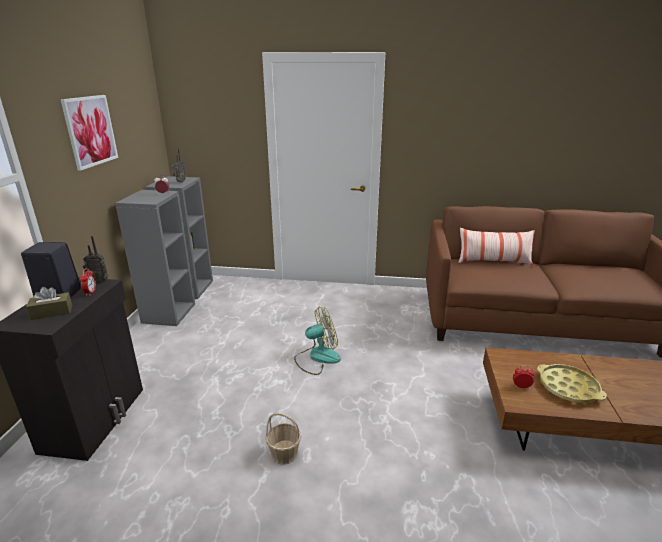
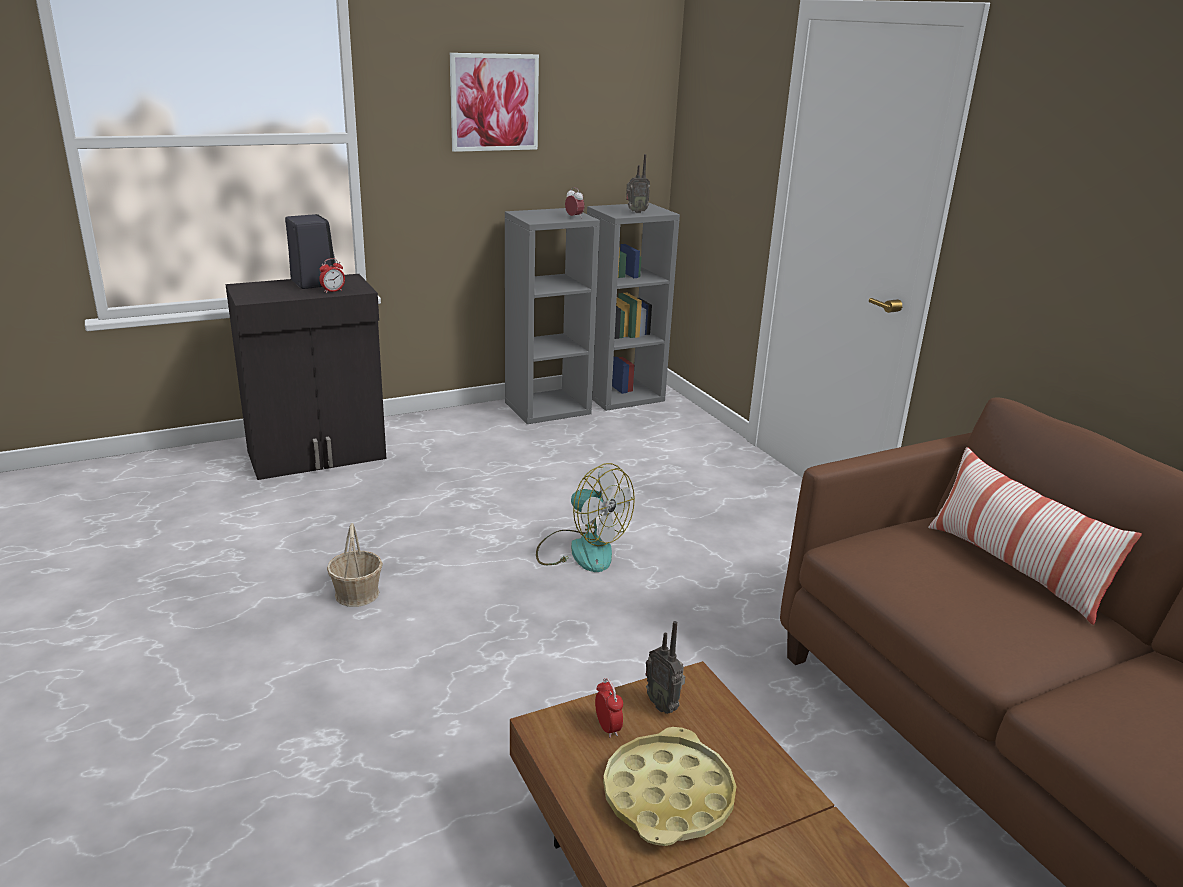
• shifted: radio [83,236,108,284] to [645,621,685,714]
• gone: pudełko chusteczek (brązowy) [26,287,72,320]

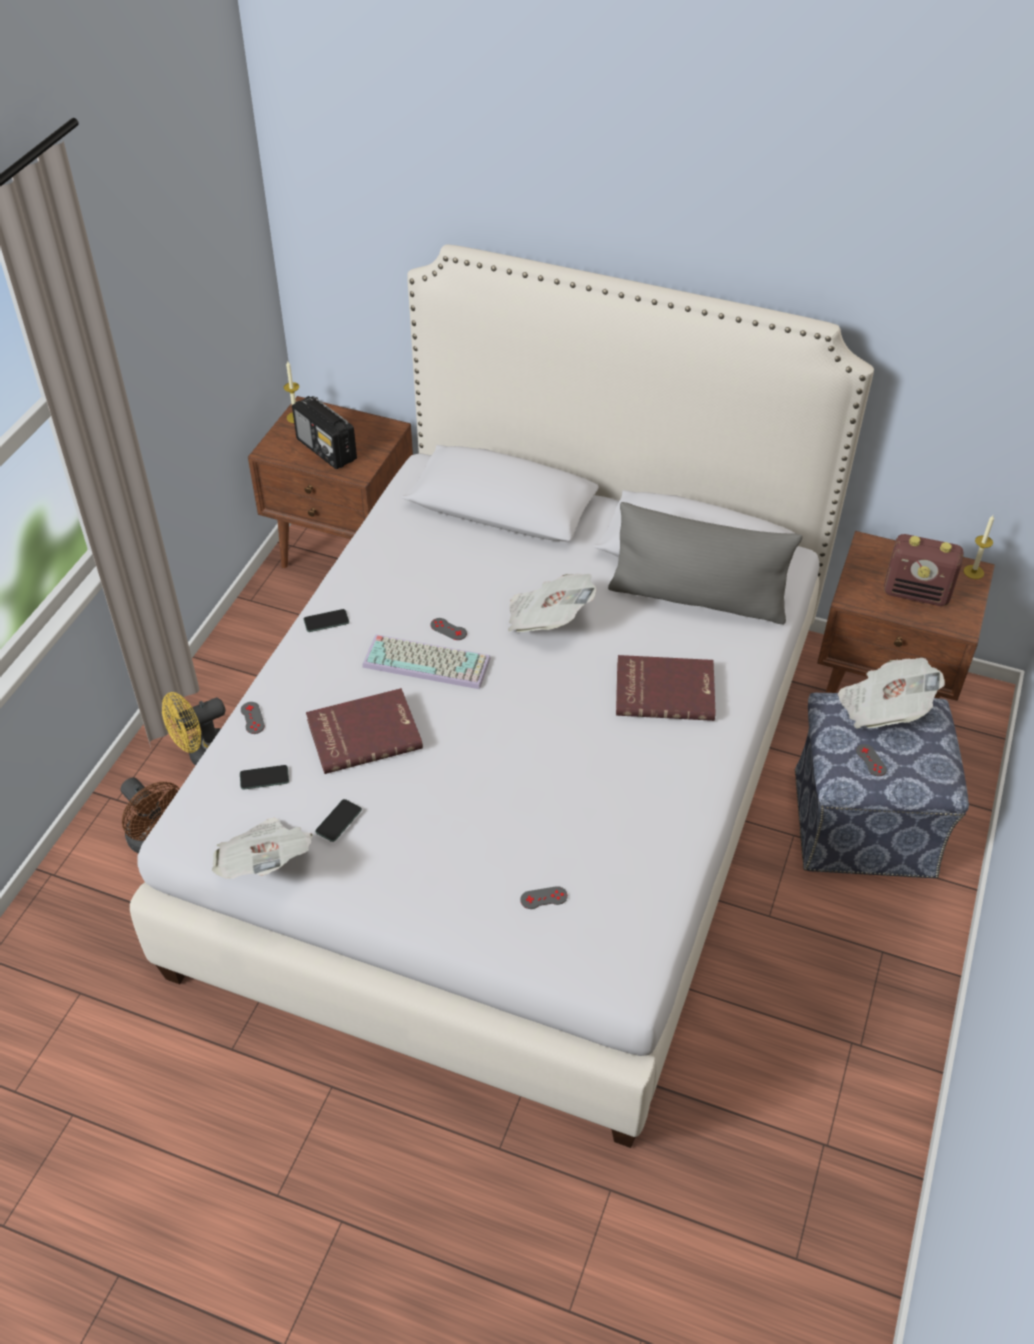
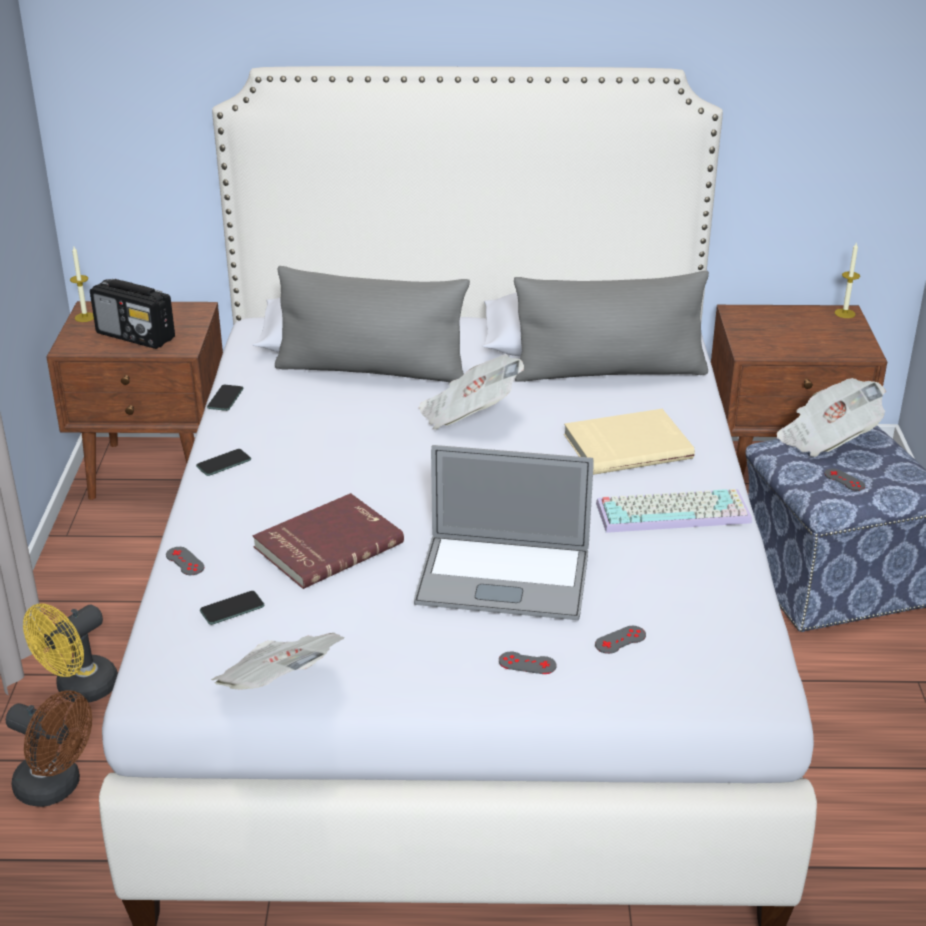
• shifted: telefon [315,799,362,842] to [207,385,243,411]
• new: poduszka (szary) [275,266,470,382]
• new: laptop [414,445,594,620]
• shifted: pad do gier (szary) [430,618,467,640] to [499,652,557,674]
• repainted: książka (czerwony) [616,655,716,721] to książka (beżowy) [564,409,695,475]
• shifted: klawiatura [362,634,491,689] to [596,489,752,533]
• gone: radio [884,534,963,606]

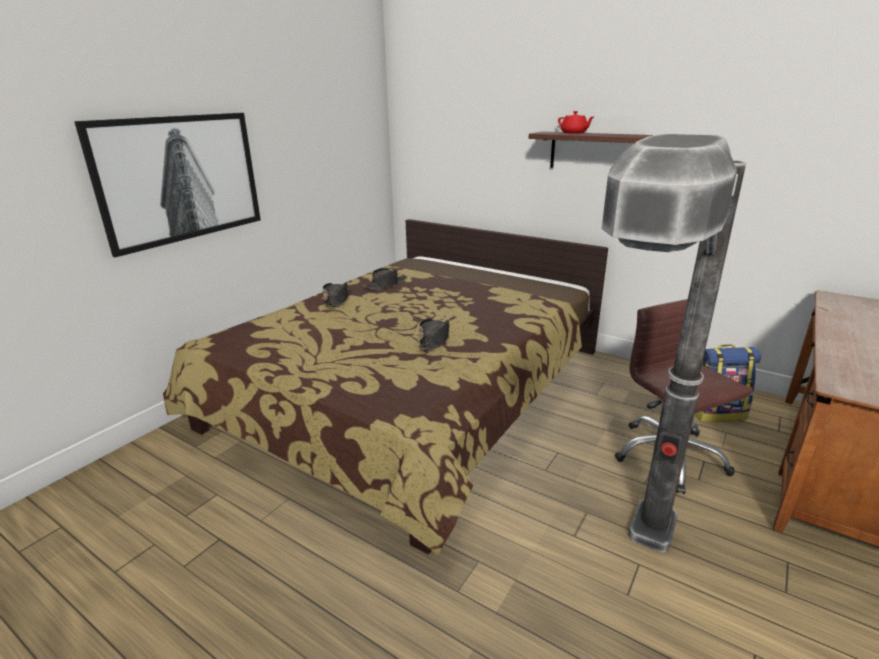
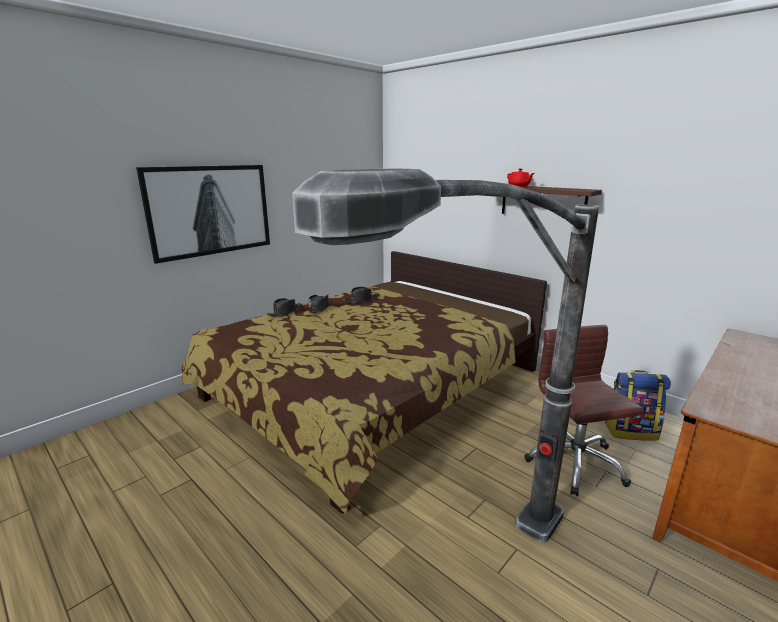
• shifted: kapelusz (czarny) [418,318,450,350] to [266,298,302,317]

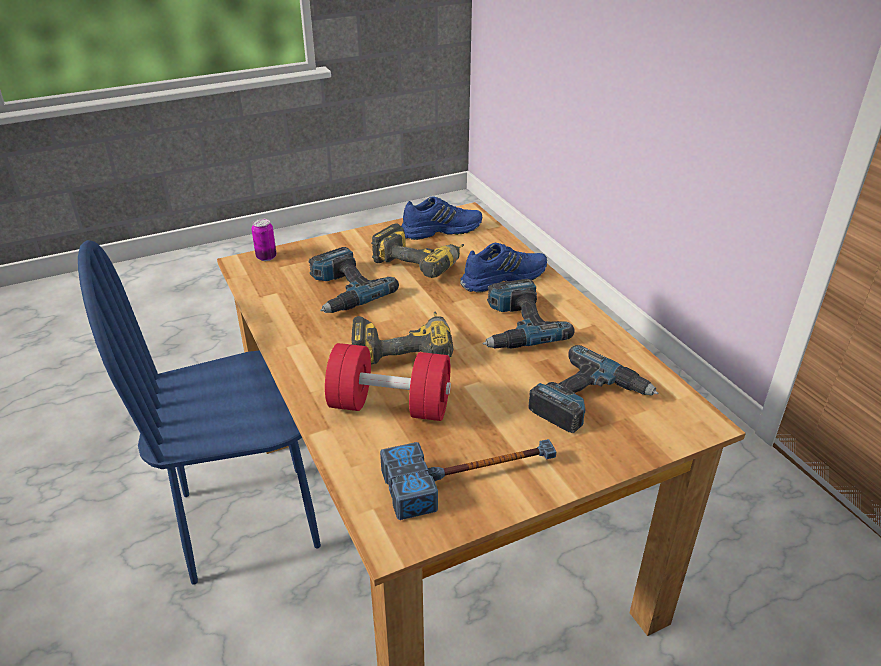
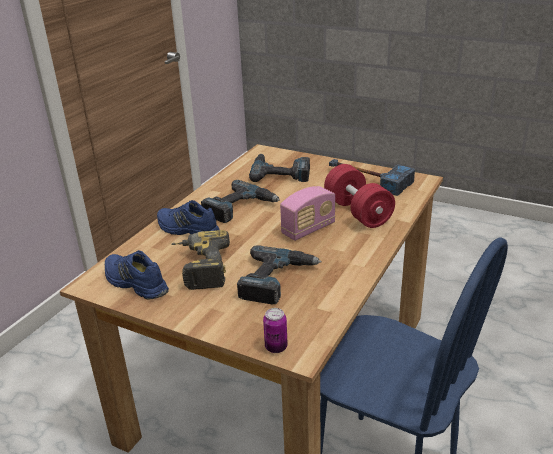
• swapped: wiertarka [351,311,453,365] to radio [280,186,336,241]

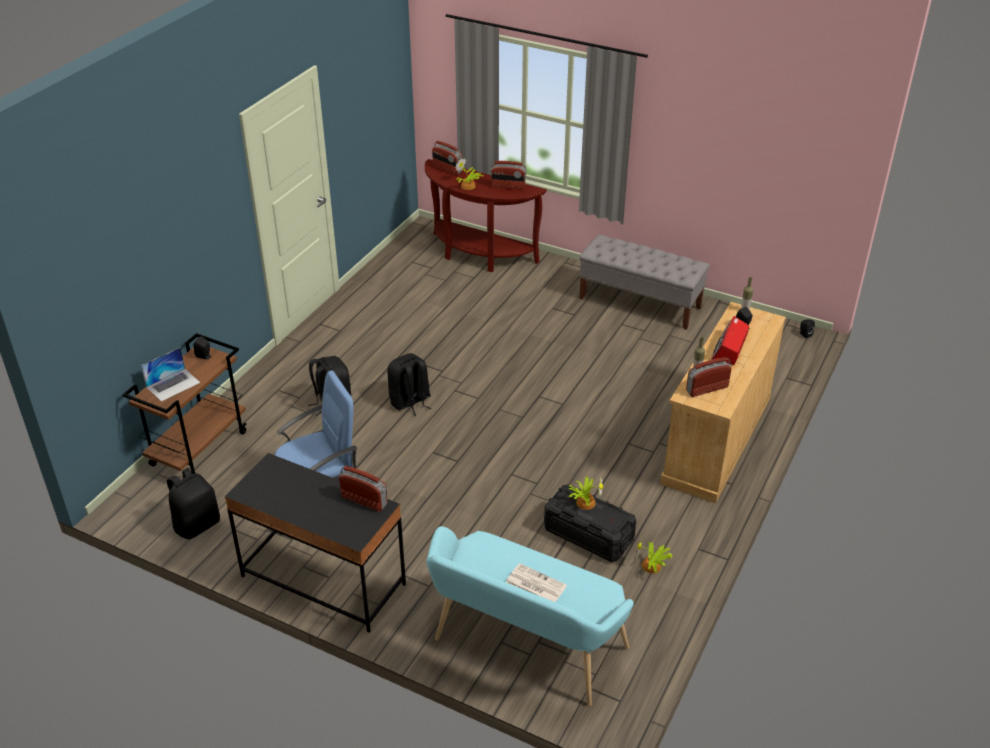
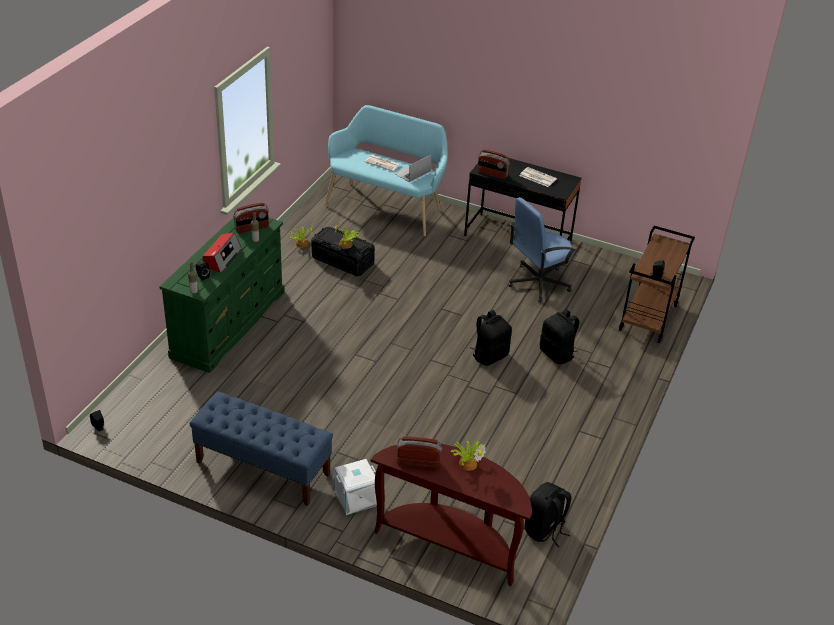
• repainted: komoda (beżowy) [660,302,786,503] to komoda (zielony) [159,218,285,373]
• repainted: ławka (szary) [579,234,709,330] to ławka (niebieski) [189,391,333,506]
• new: pojemnik do przechowywania (biały) [334,459,377,515]
• shifted: laptop [141,347,200,402] to [394,154,432,182]
• new: gazeta [519,167,557,187]
• shifted: plecak (czarny) [167,468,220,539] to [525,482,571,547]
• gone: radio [432,141,463,175]

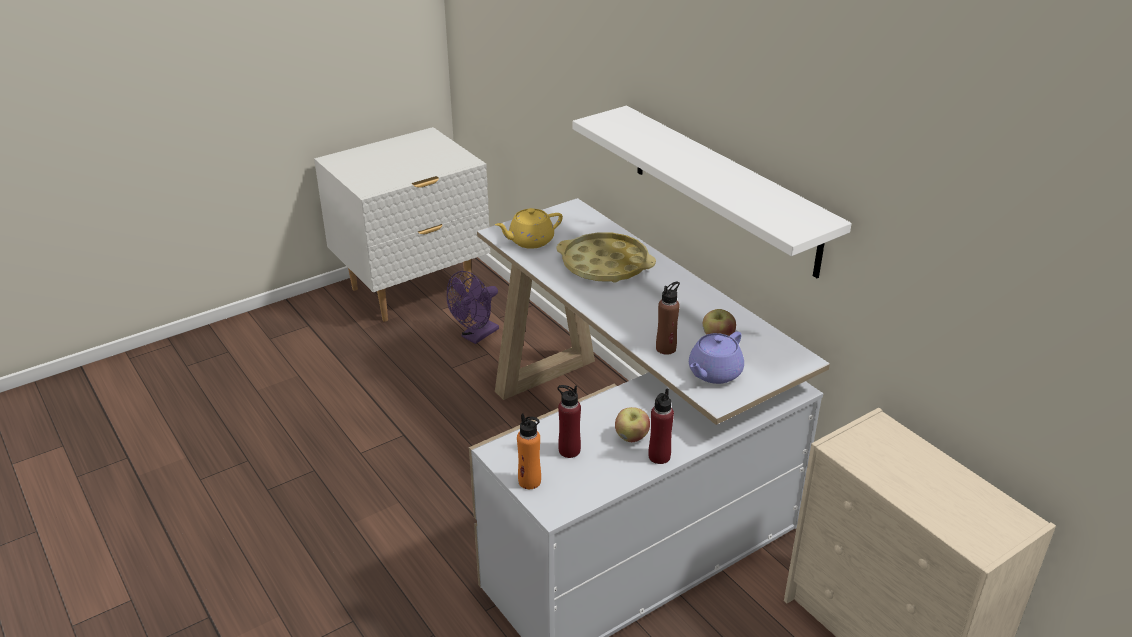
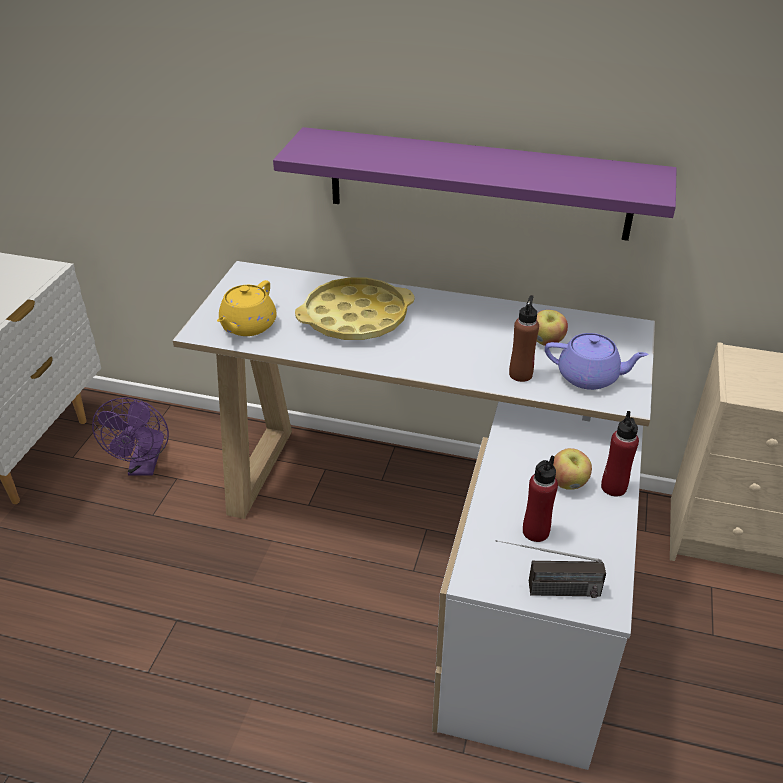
• repainted: półka (biały) [573,106,852,278] to półka (fioletowy) [273,127,677,241]
• swapped: butelka (pomarańczowy) [517,414,541,489] to radio [496,540,606,598]
• rotated: imbryk (fioletowy) [689,331,744,384] = [545,333,649,390] 75 degrees counterclockwise

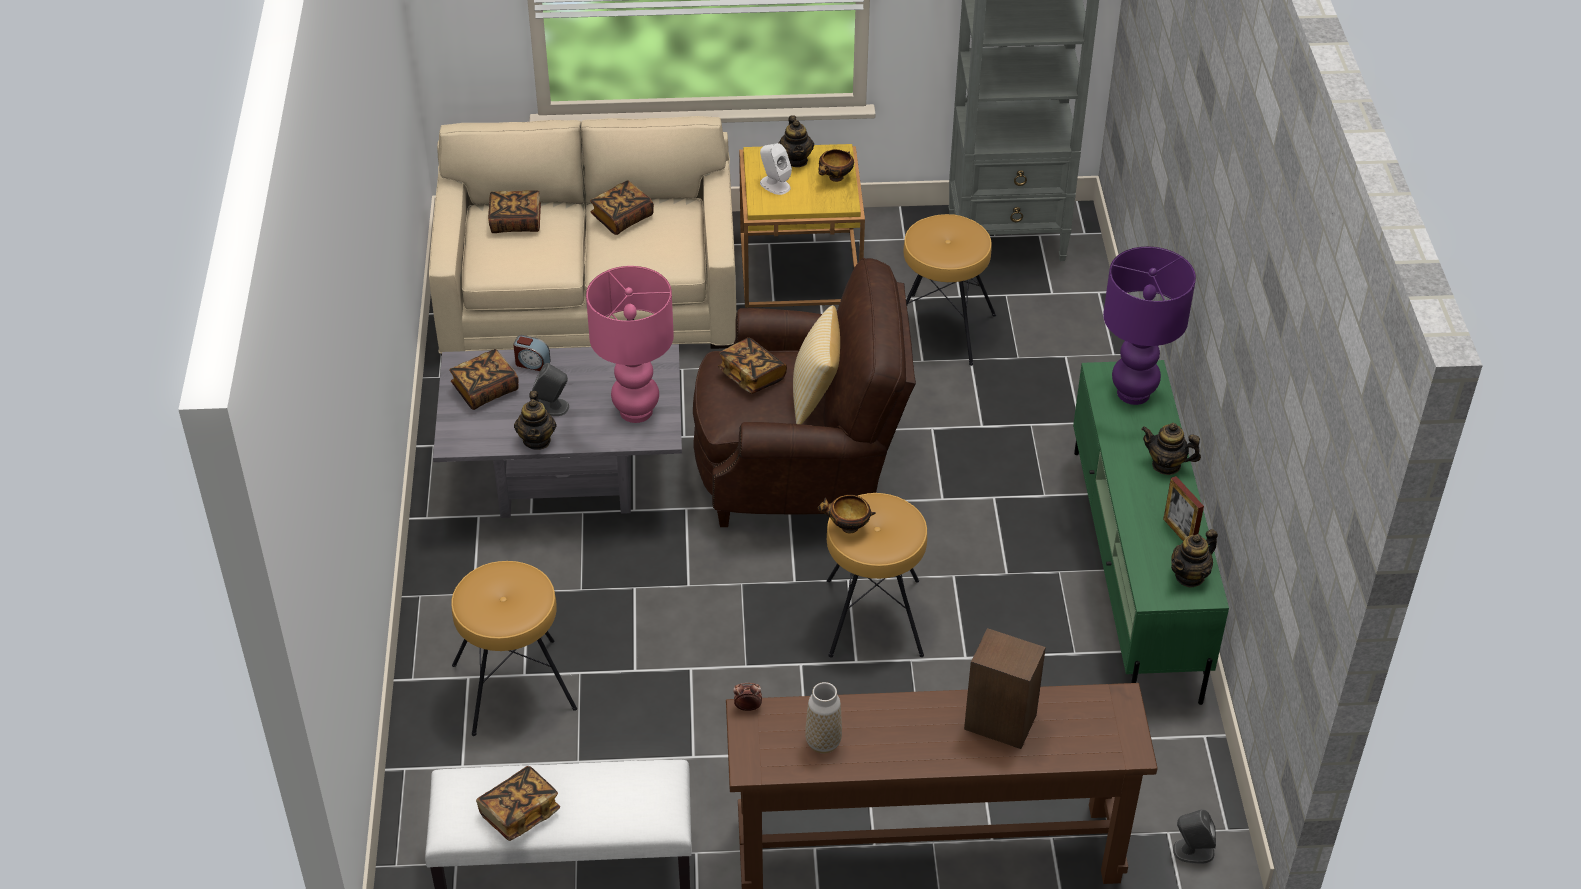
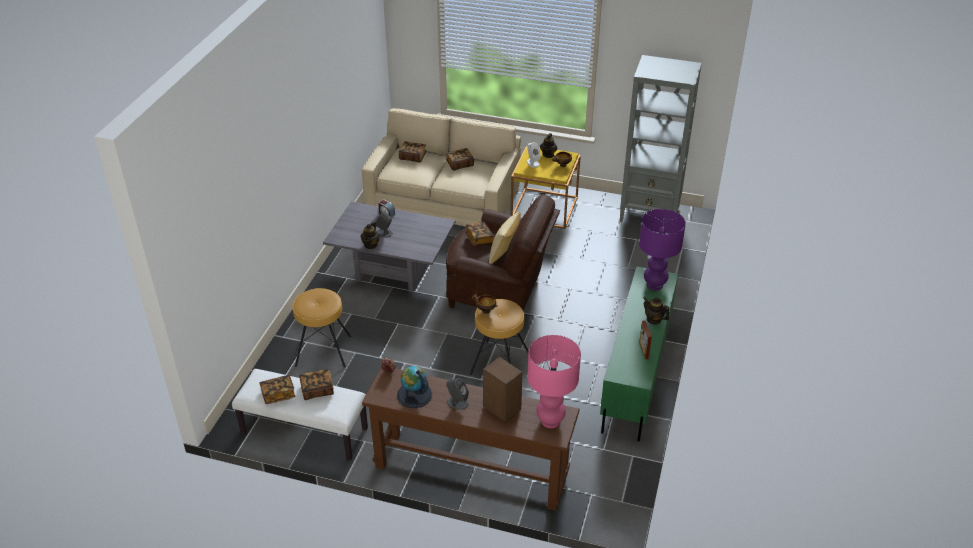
• shifted: książka [449,349,519,410] to [299,369,334,400]
• swapped: wazon [805,682,842,753] to globus [397,366,432,408]
• shifted: głośnik (szary) [1173,809,1216,864] to [446,378,469,410]
• shifted: lampa stołowa (różowy) [586,266,674,423] to [527,335,581,428]
• gone: stołek (brązowy) [903,214,996,366]
• gone: imbryk [1171,529,1218,588]

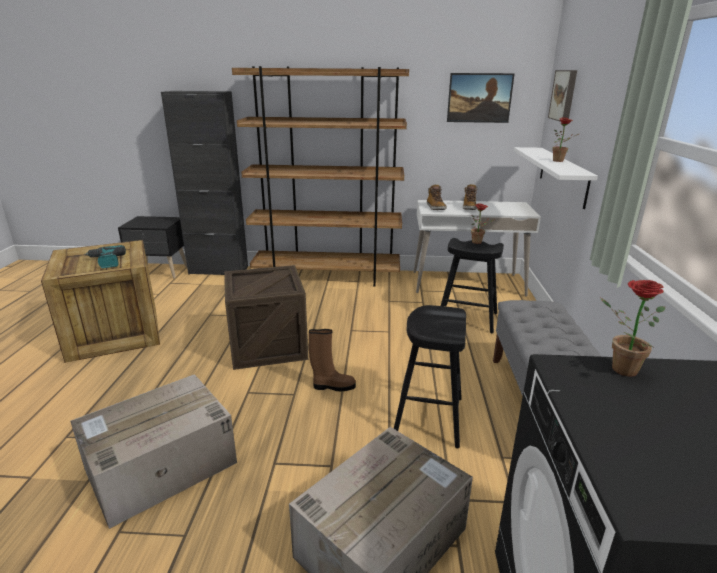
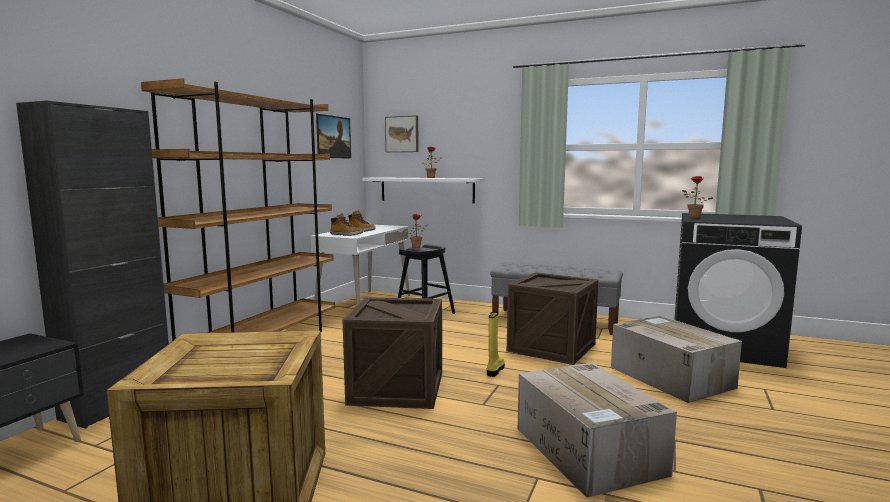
• repainted: but z cholewką (brązowy) [309,329,356,391] to but z cholewką (żółty) [487,311,505,377]
• swapped: stołek (czarny) [394,305,466,448] to skrzynka [507,272,599,365]
• gone: wiertarka [84,245,126,268]

